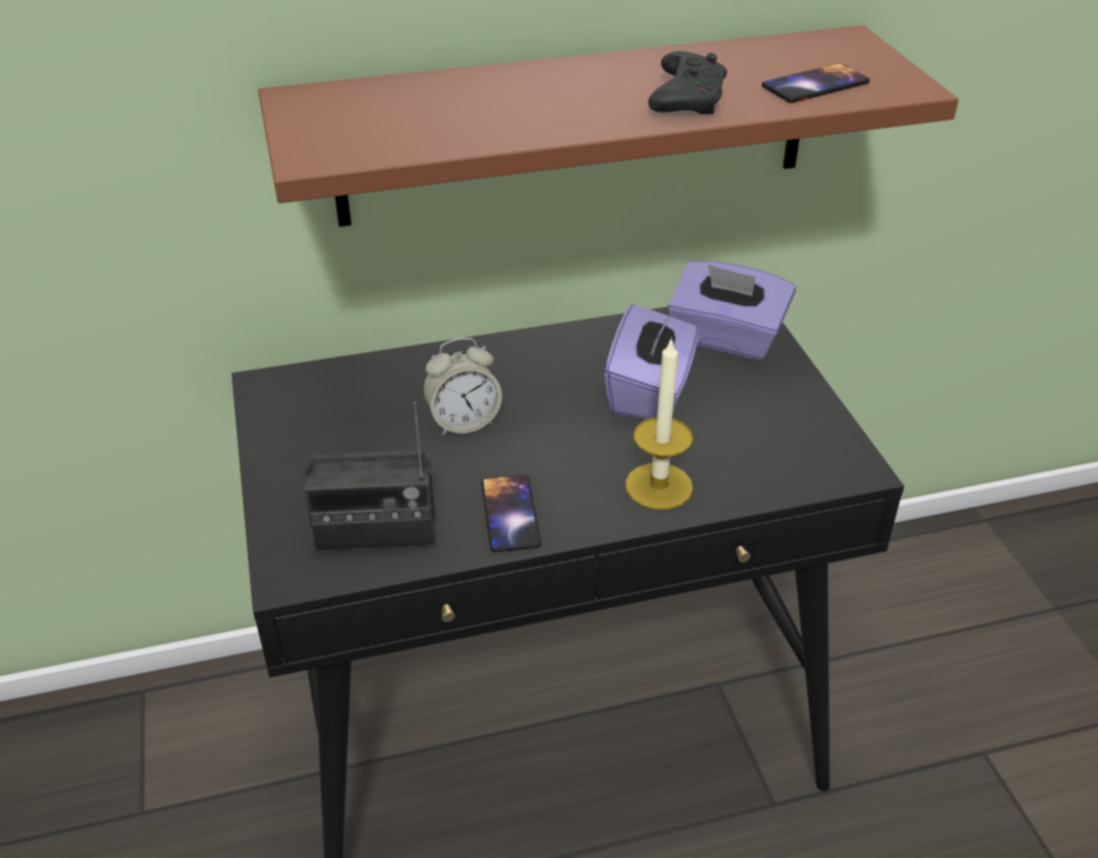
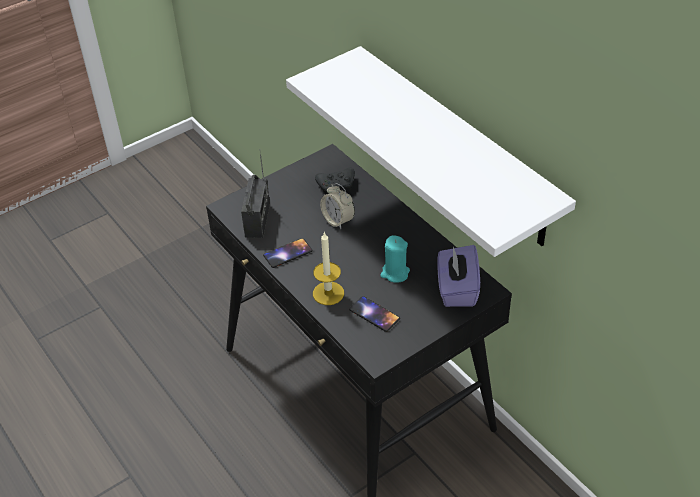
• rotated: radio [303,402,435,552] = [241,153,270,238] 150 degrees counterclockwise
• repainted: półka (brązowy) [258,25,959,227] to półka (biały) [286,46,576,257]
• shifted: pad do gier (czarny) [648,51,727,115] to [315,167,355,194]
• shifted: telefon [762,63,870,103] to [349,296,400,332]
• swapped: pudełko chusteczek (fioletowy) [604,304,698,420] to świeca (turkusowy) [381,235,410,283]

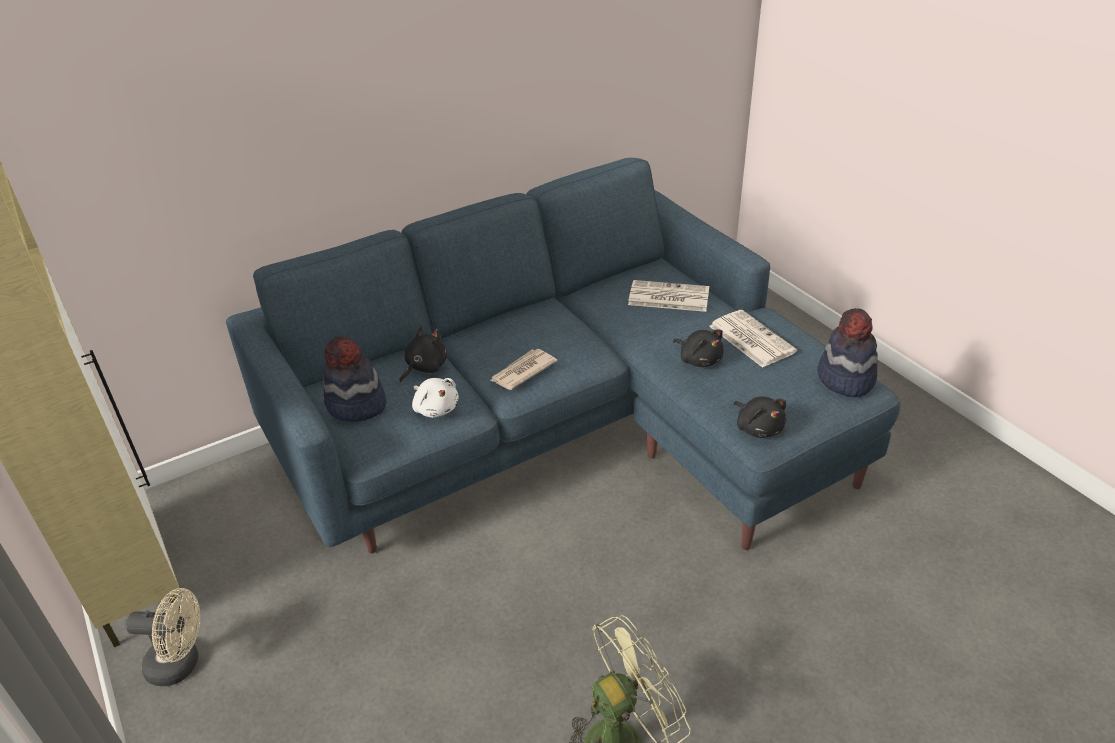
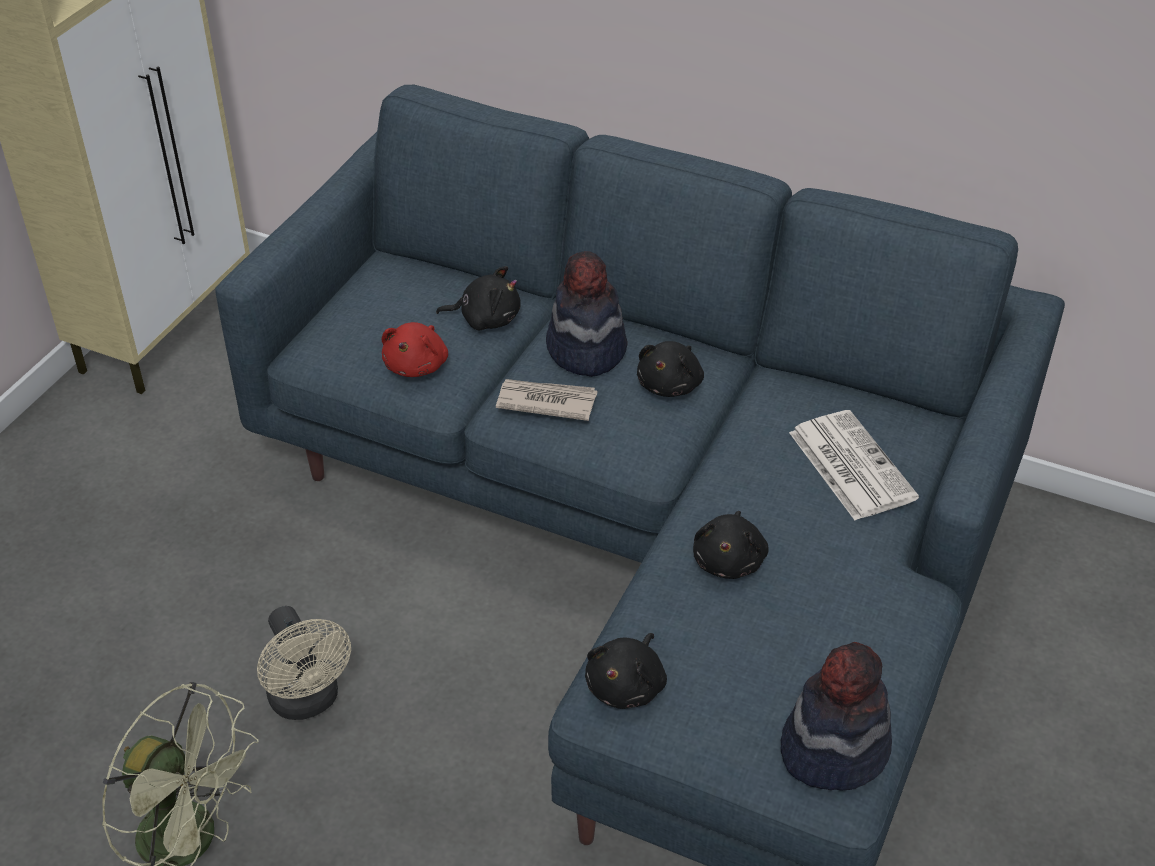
• shifted: wentylator (beżowy) [126,588,200,686] to [257,606,351,720]
• repainted: pluszak (biały) [412,378,459,418] to pluszak (czerwony) [382,322,448,377]
• shifted: kapelusz [323,336,386,422] to [546,251,628,377]
• new: pluszak (czarny) [637,341,704,397]
• gone: gazeta [709,310,797,368]

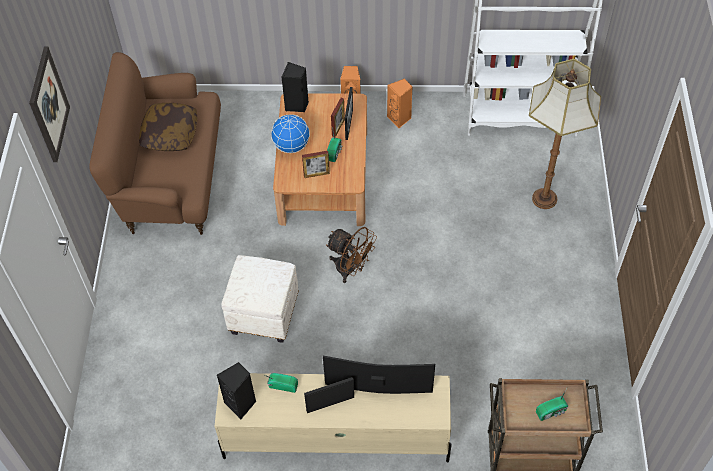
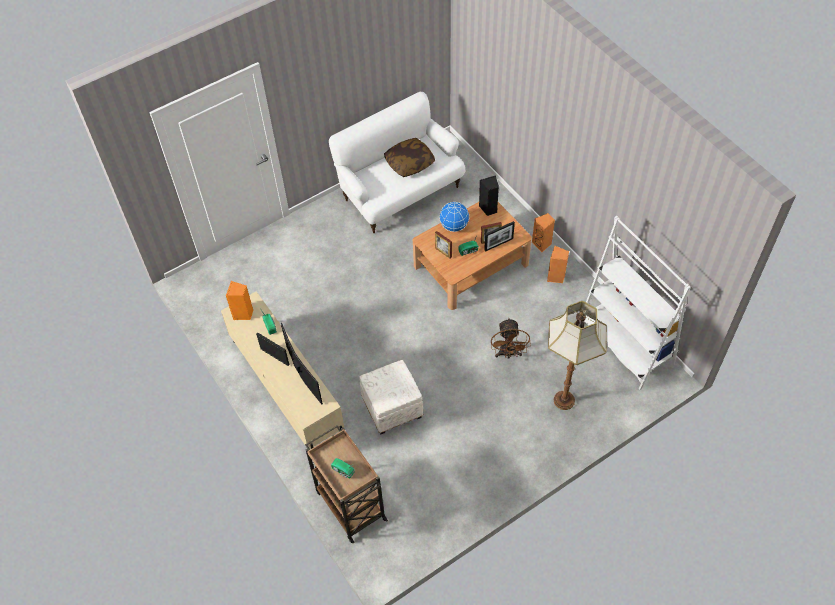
• repainted: głośnik (czarny) [217,362,256,420] to głośnik (pomarańczowy) [226,281,253,320]
• repainted: kanapa (brązowy) [90,52,221,235] to kanapa (biały) [329,92,465,233]
• shifted: pufa (biały) [221,255,299,343] to [359,360,423,434]
• shifted: wentylator (brązowy) [326,227,377,283] to [491,318,531,359]
• gone: obraz [29,46,70,162]

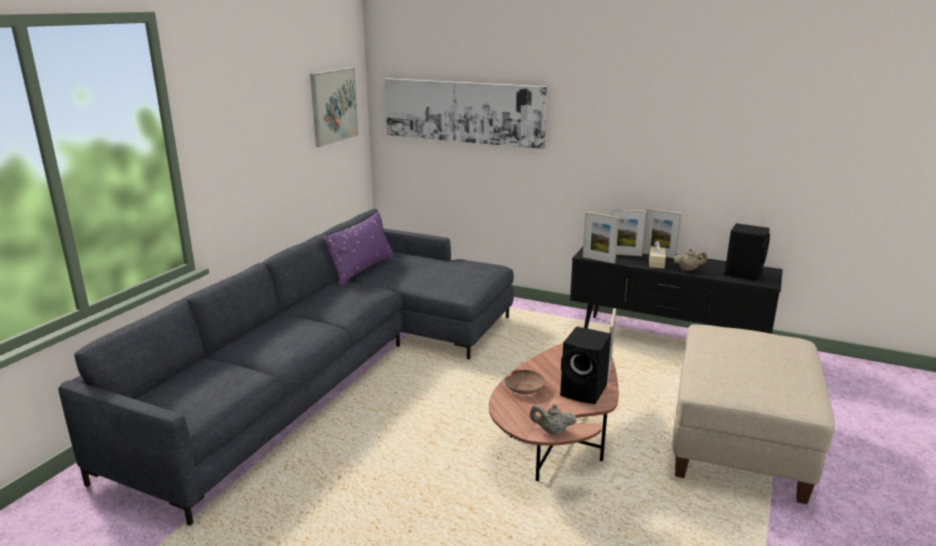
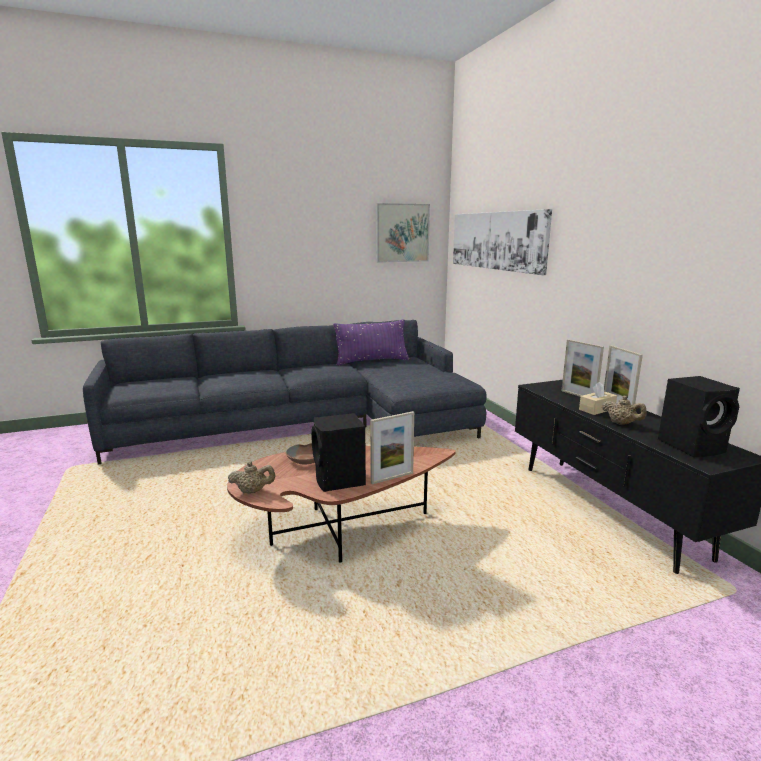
• rotated: imbryk (beżowy) [530,404,577,435] = [228,461,275,494] 120 degrees clockwise
• gone: ramka na zdjęcie [582,212,619,264]
• gone: pufa (beżowy) [672,325,835,504]

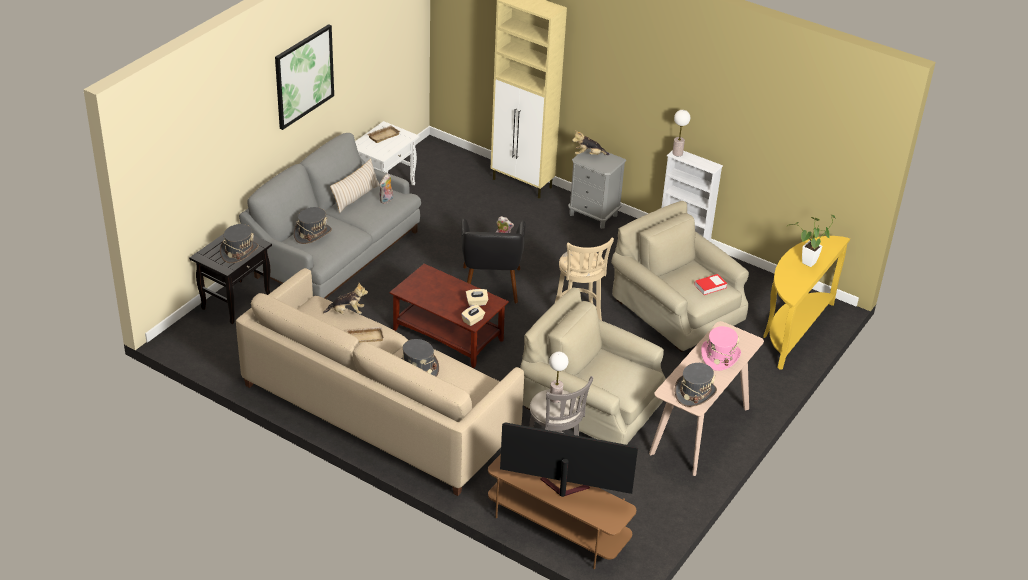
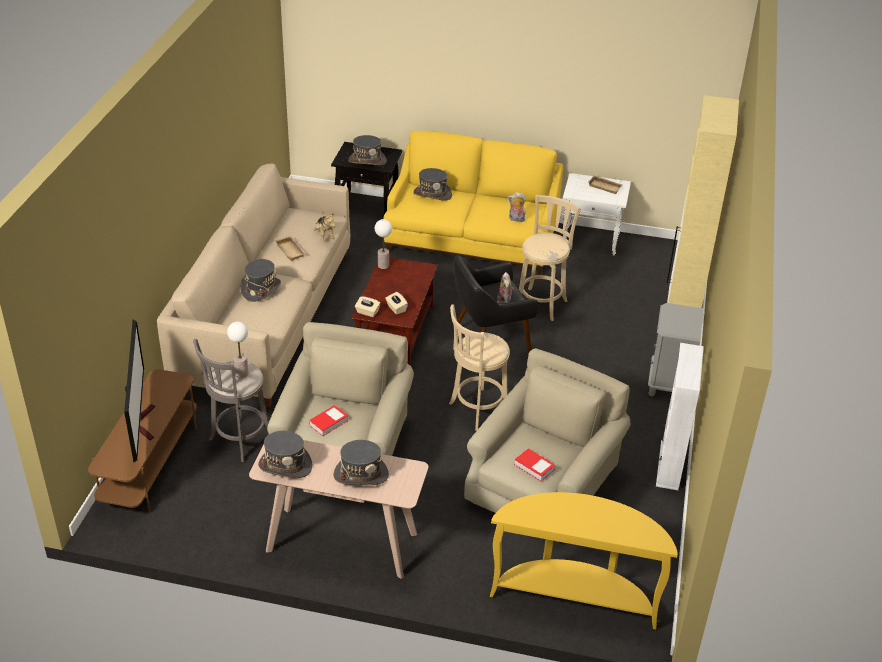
• new: książka [309,405,348,436]
• repainted: kapelusz (różowy) [701,326,741,371] to kapelusz (szary) [334,440,389,485]
• shifted: lampa stołowa [672,110,690,156] to [375,219,392,269]
• repainted: kanapa (szary) [239,133,421,299] to kanapa (żółty) [383,131,563,275]
• new: stołek (beżowy) [519,195,581,321]
• gone: obraz [275,24,334,130]
• gone: poduszka (beżowy) [330,159,379,213]
• gone: pluszak [572,130,609,155]
• gone: roślina doniczkowa [787,215,836,267]

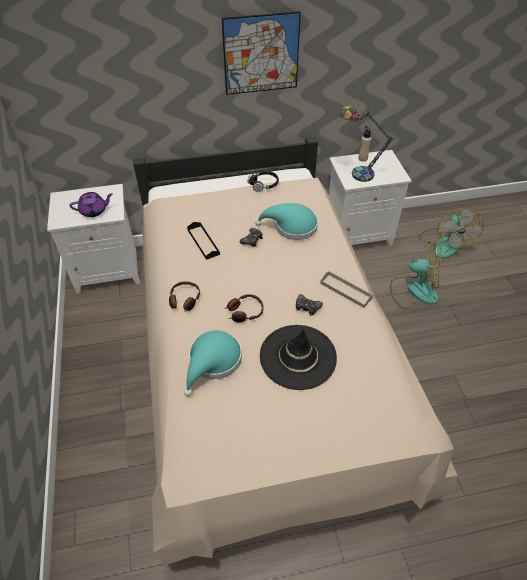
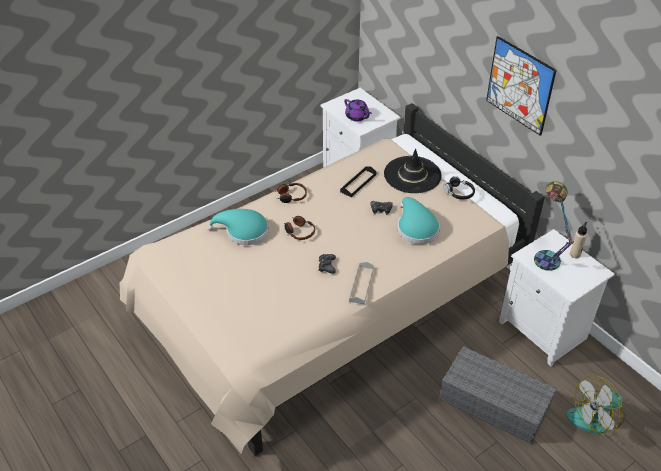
• shifted: kapelusz (czarny) [260,325,337,390] to [384,149,442,193]
• swapped: wentylator [390,242,441,309] to pojemnik do przechowywania (szary) [440,346,557,444]

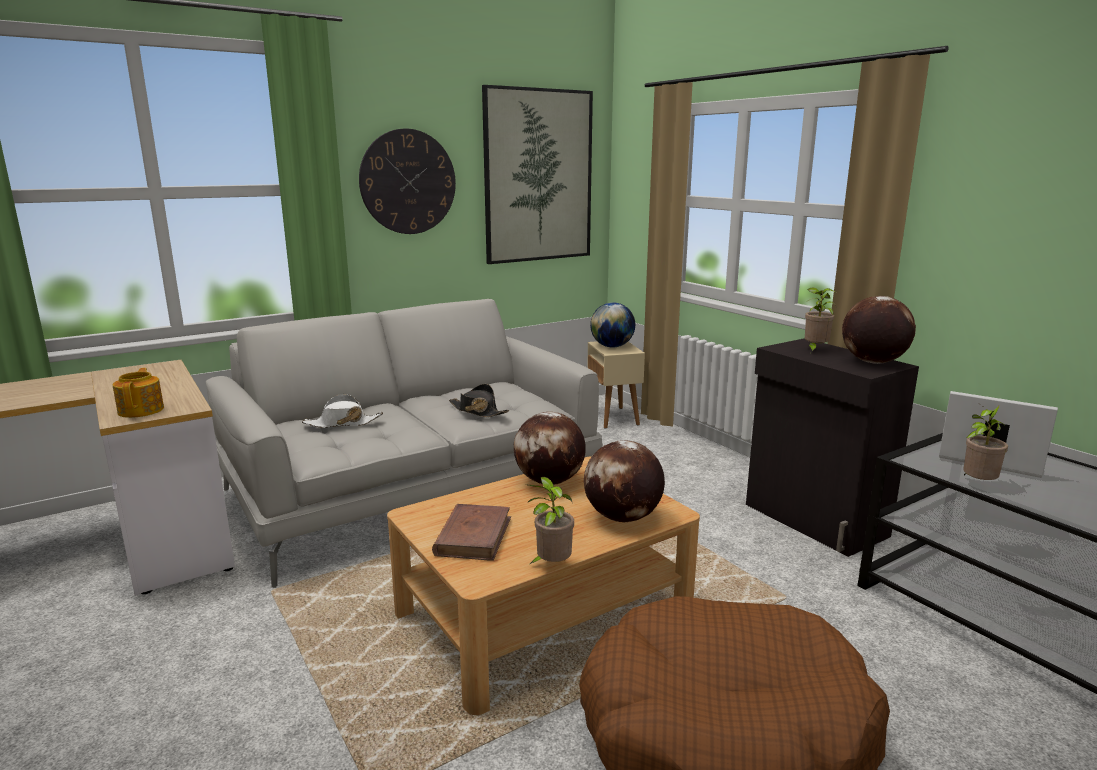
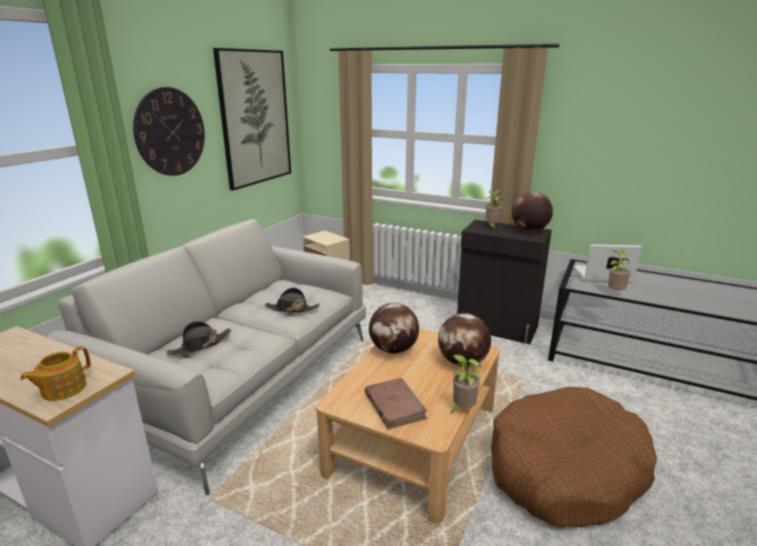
• rotated: imbryk [113,368,164,418] = [20,346,91,401] 105 degrees counterclockwise
• repainted: kapelusz (biały) [302,394,383,428] to kapelusz (czarny) [166,321,231,355]
• gone: globus [590,302,635,347]

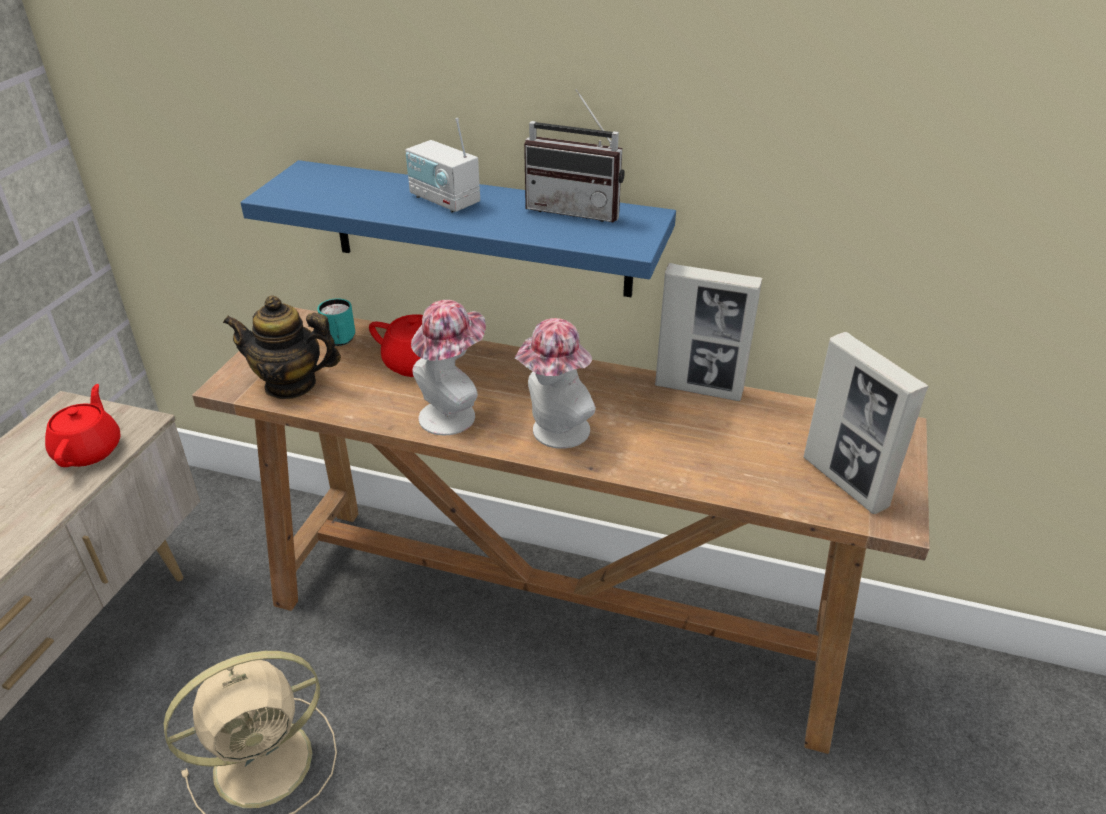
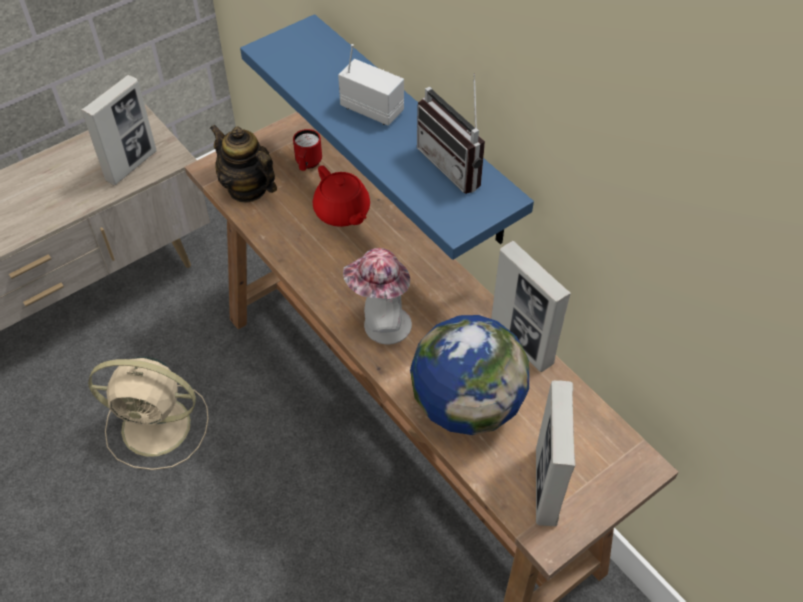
• swapped: imbryk (czerwony) [45,384,121,467] to ramka na zdjęcie [81,75,157,185]
• repainted: kubek (turkusowy) [317,298,355,346] to kubek (czerwony) [293,129,322,171]
• rotated: radio [406,118,480,213] = [338,44,404,126] 135 degrees clockwise
• new: globus [410,315,529,435]
• gone: kapelusz [411,300,486,435]

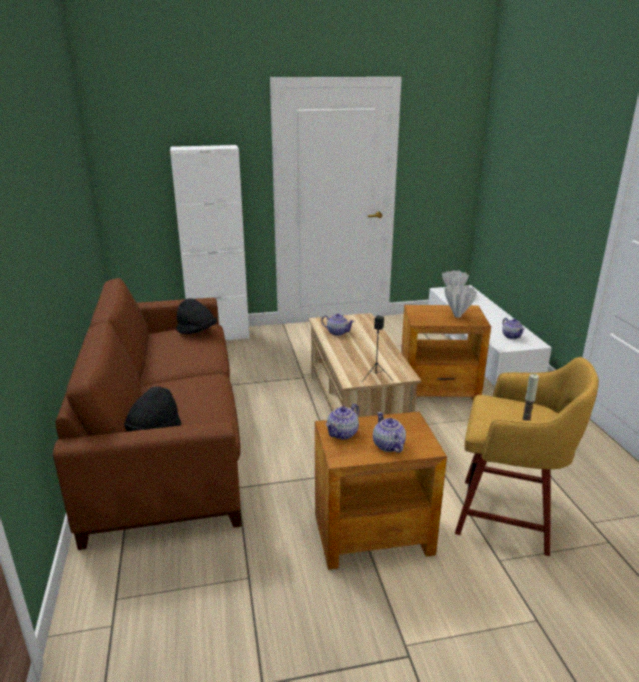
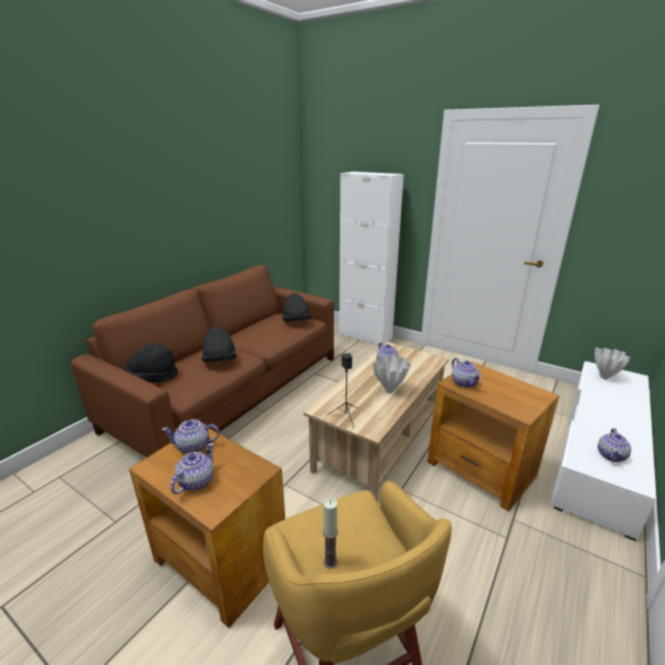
• new: kapelusz (czarny) [202,327,237,363]
• shifted: wazon (biały) [445,284,477,318] to [372,354,411,393]
• new: imbryk [452,358,482,388]

